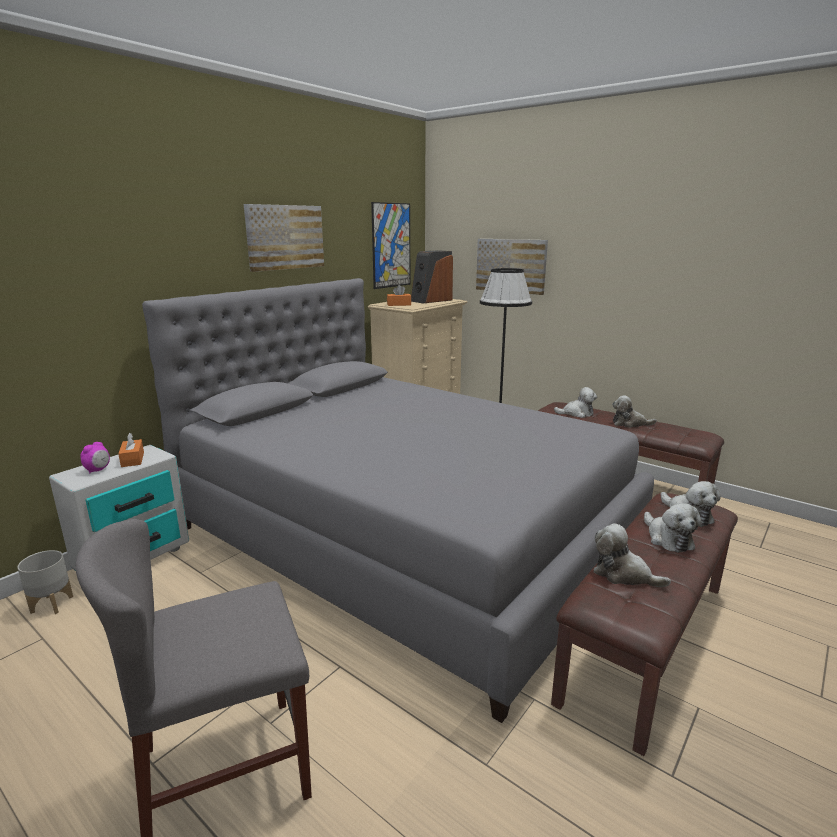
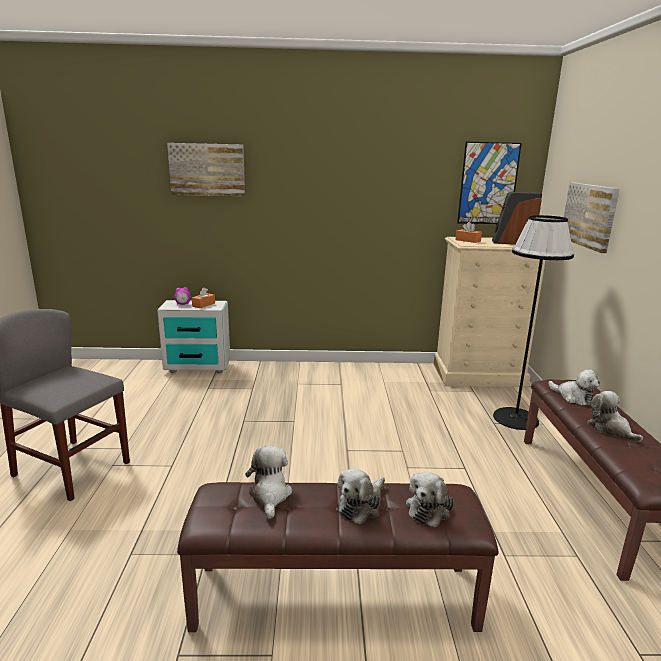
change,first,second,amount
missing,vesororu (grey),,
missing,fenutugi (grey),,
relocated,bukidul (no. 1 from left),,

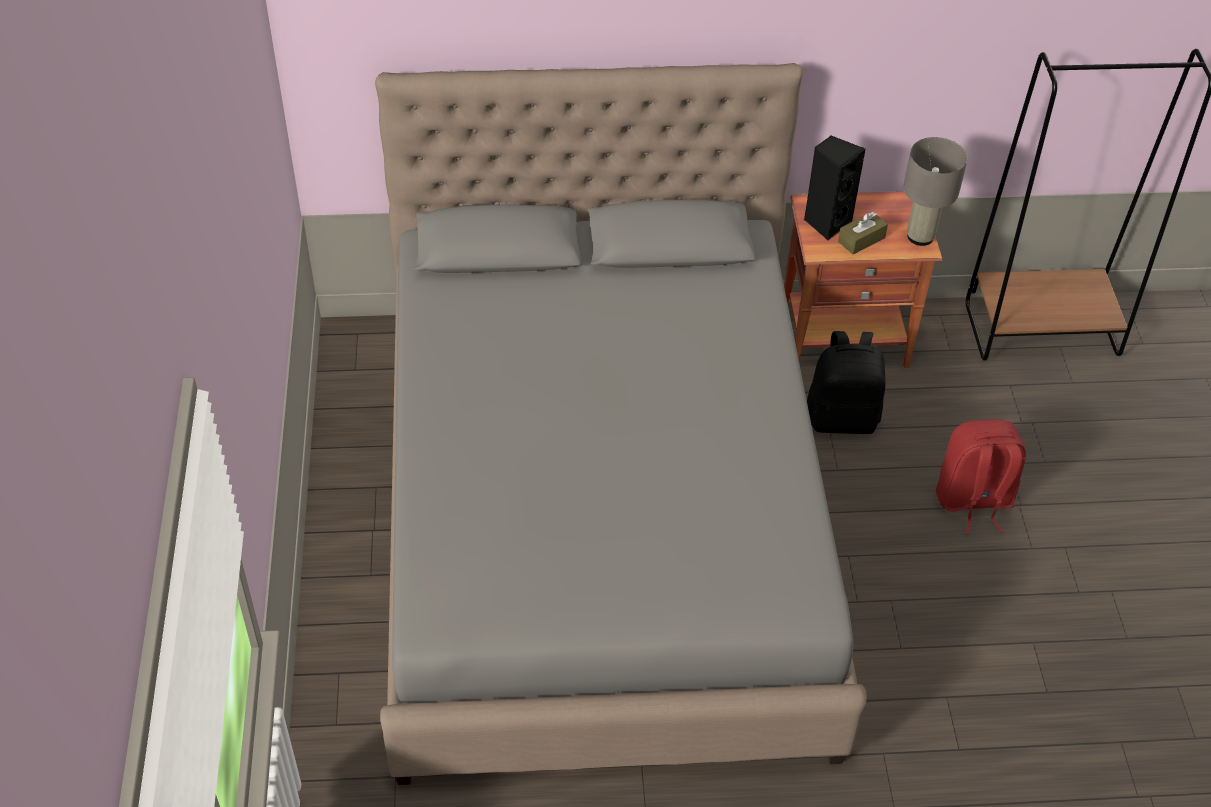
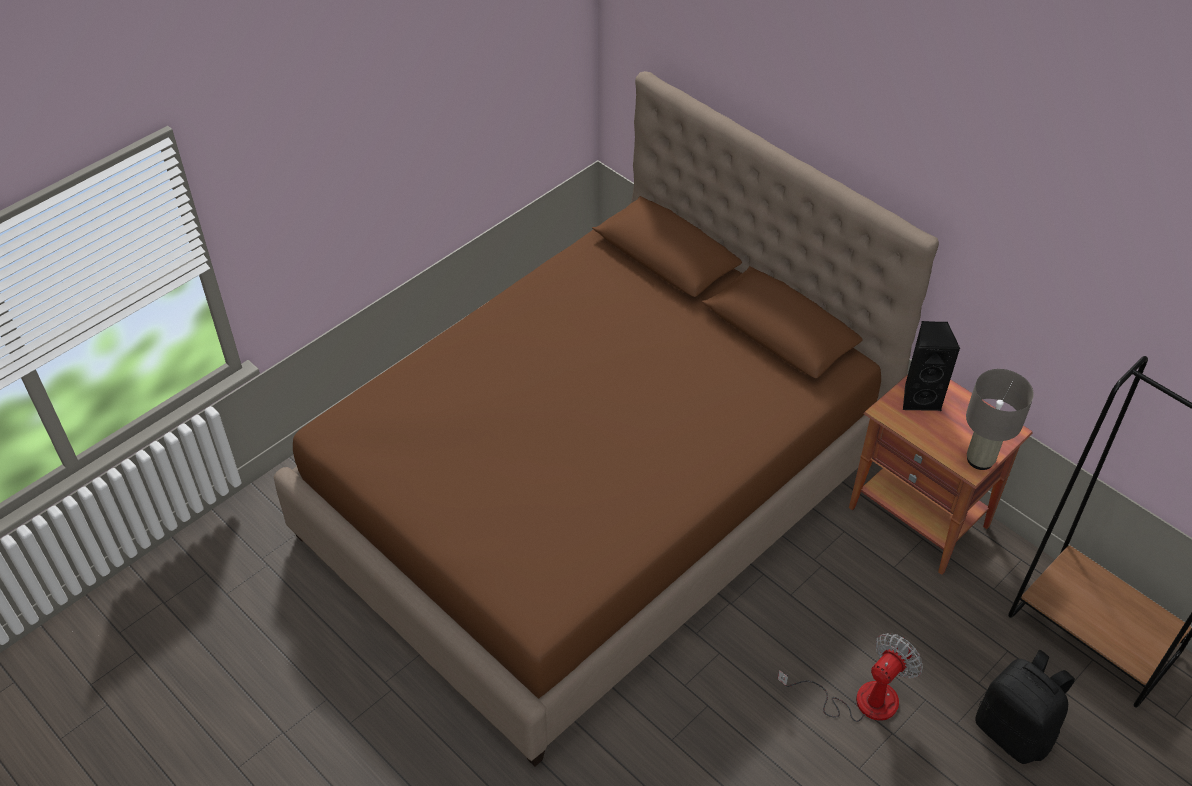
change,first,second,amount
colour,fenutugi (grey),fenutugi (brown),
relocated,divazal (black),,
missing,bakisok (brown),,
exchanged,divazal (red),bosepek,

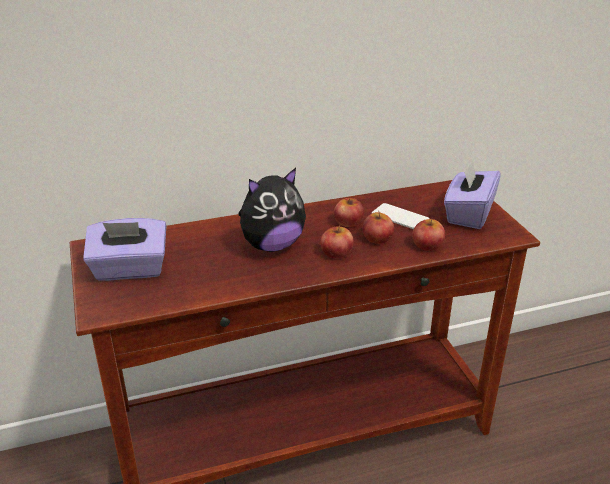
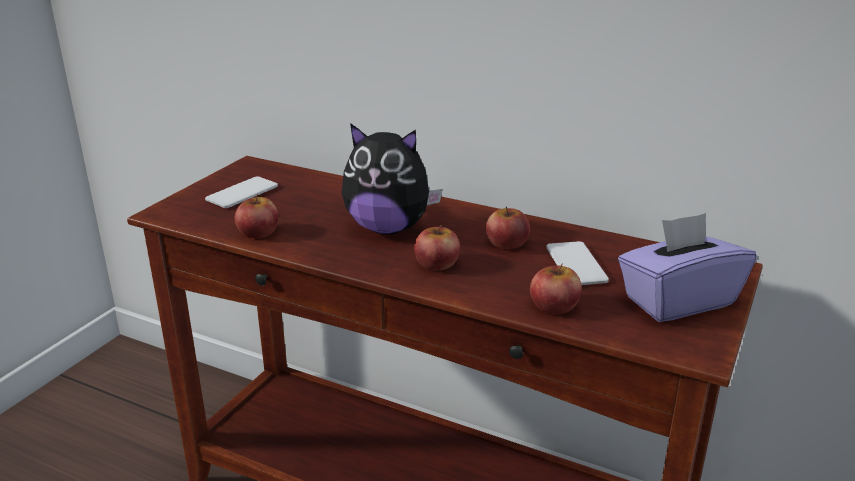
change,first,second,amount
exchanged,bakisok (purple) (no. 1 from left),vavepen (no. 1 from left),
relocated,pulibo (no. 3 from left in the first image),pulibo (no. 1 from left),

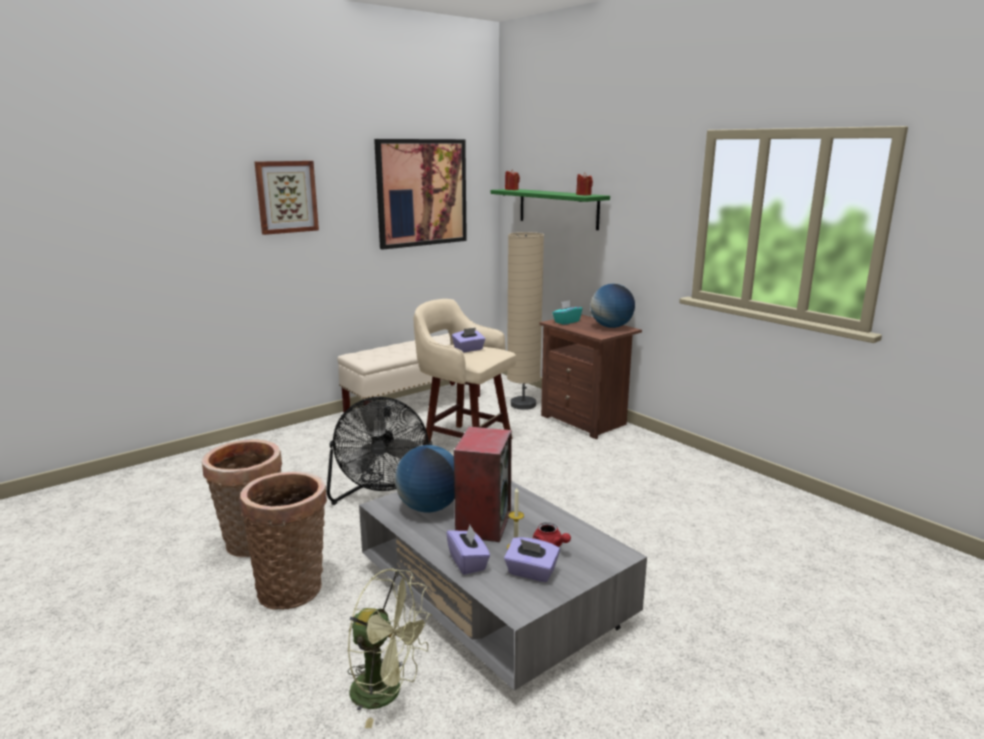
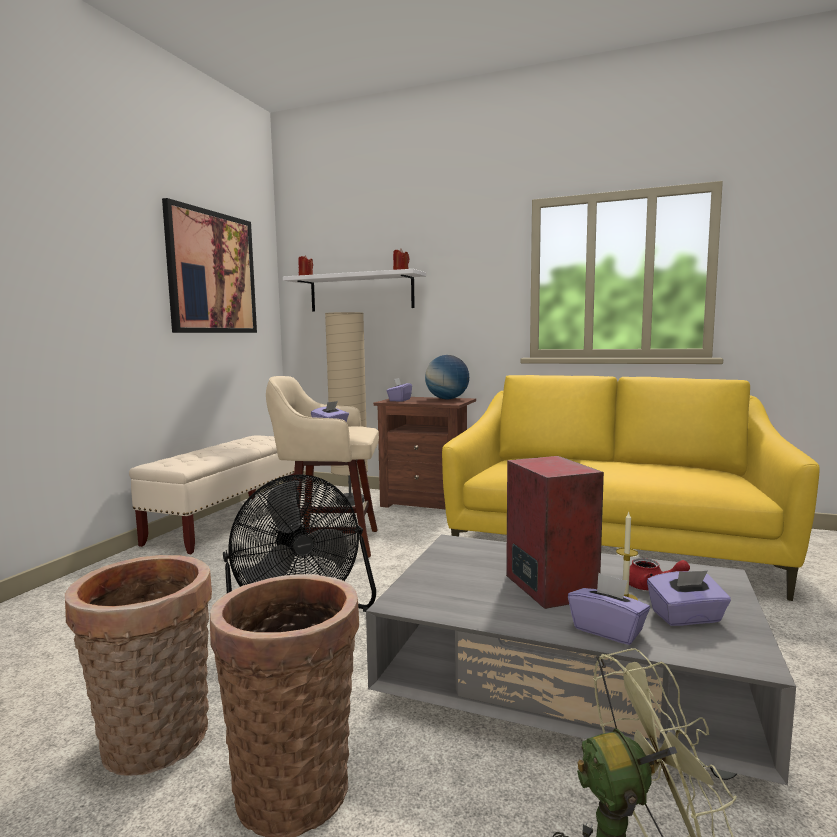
change,first,second,amount
missing,bukidul (no. 1 from left),,
missing,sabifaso (no. 1 from left),,
colour,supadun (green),supadun (white),
colour,bakisok (turquoise),bakisok (purple) (no. 2 from left),
appeared,,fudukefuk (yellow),

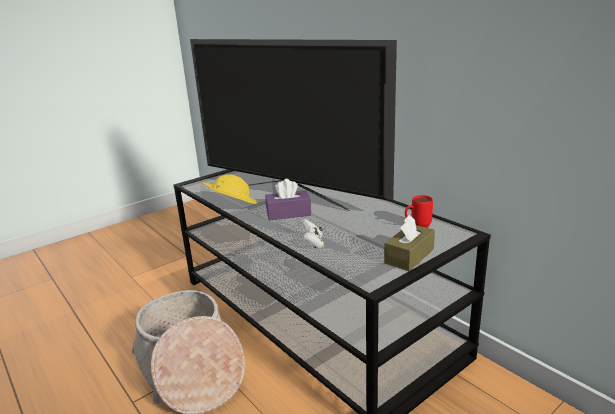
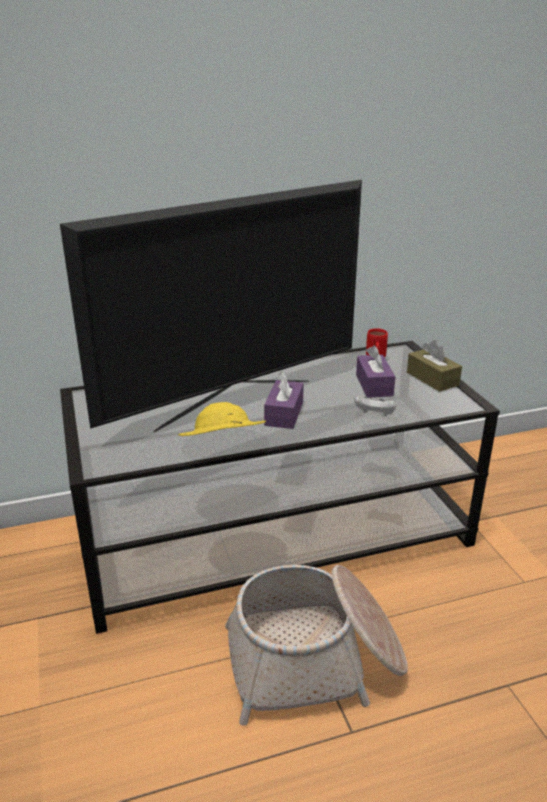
change,first,second,amount
appeared,,bakisok (purple) (no. 2 from left),

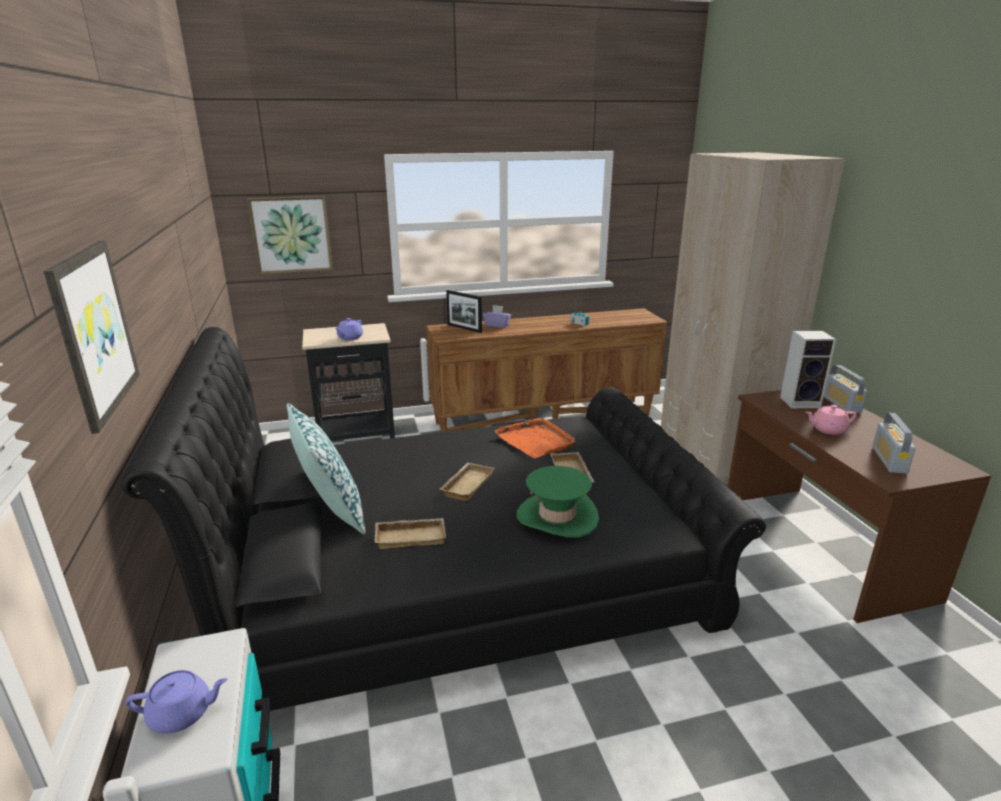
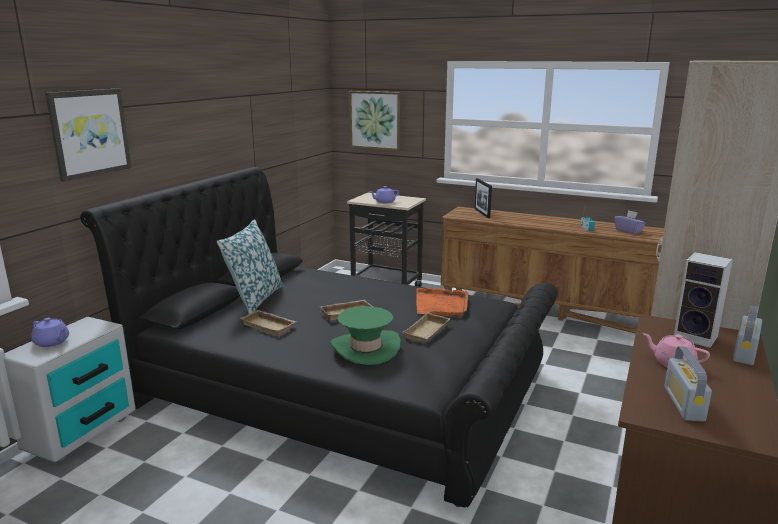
change,first,second,amount
relocated,bakisok (purple),,
spun,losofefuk (no. 3 from left in the first image),losofefuk (no. 2 from left),45 degrees counterclockwise

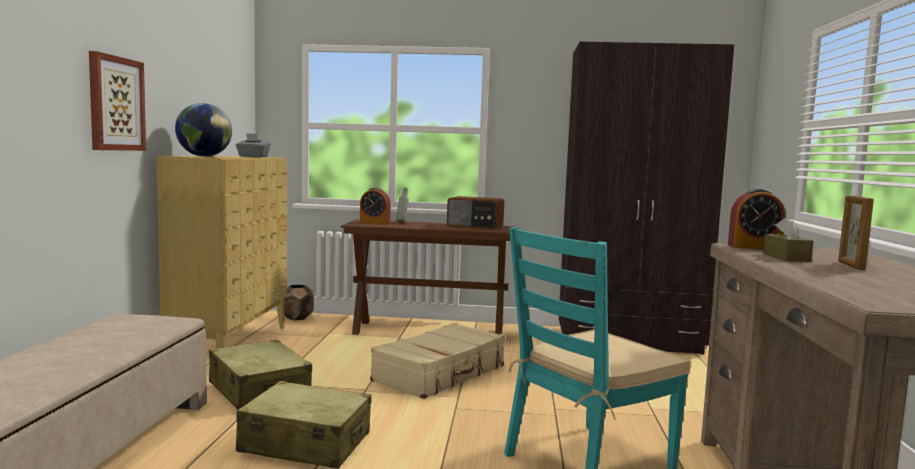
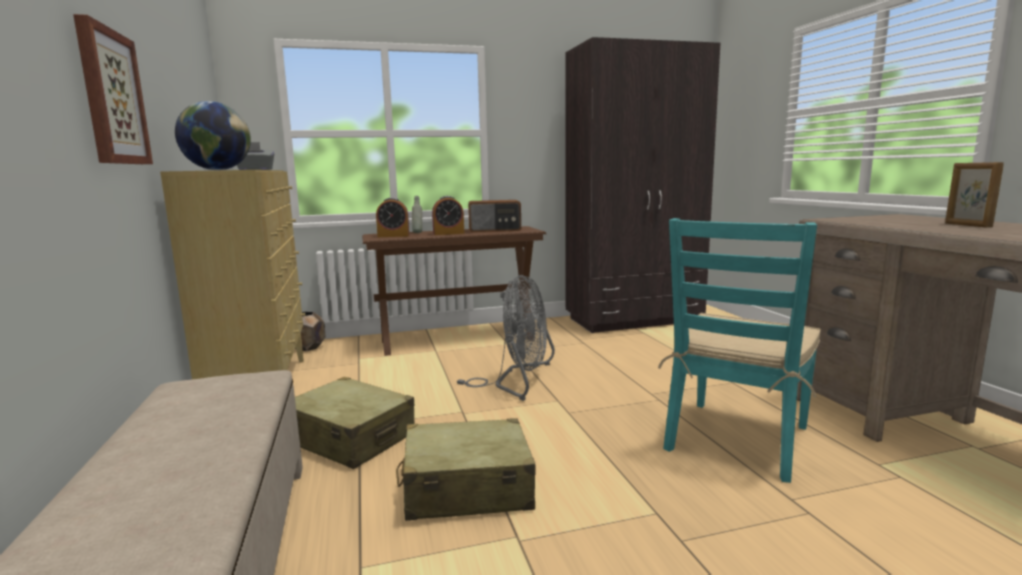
change,first,second,amount
exchanged,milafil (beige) (no. 3 from left),bosepek (grey),
relocated,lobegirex (no. 2 from left),,
missing,bakisok (brown),,

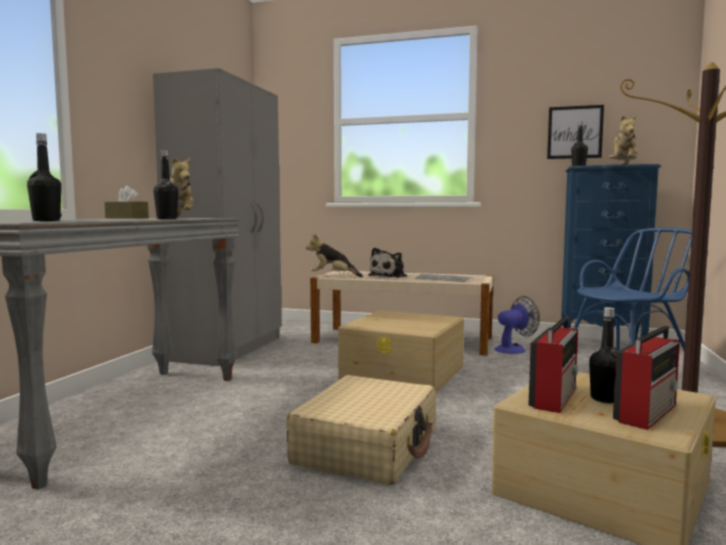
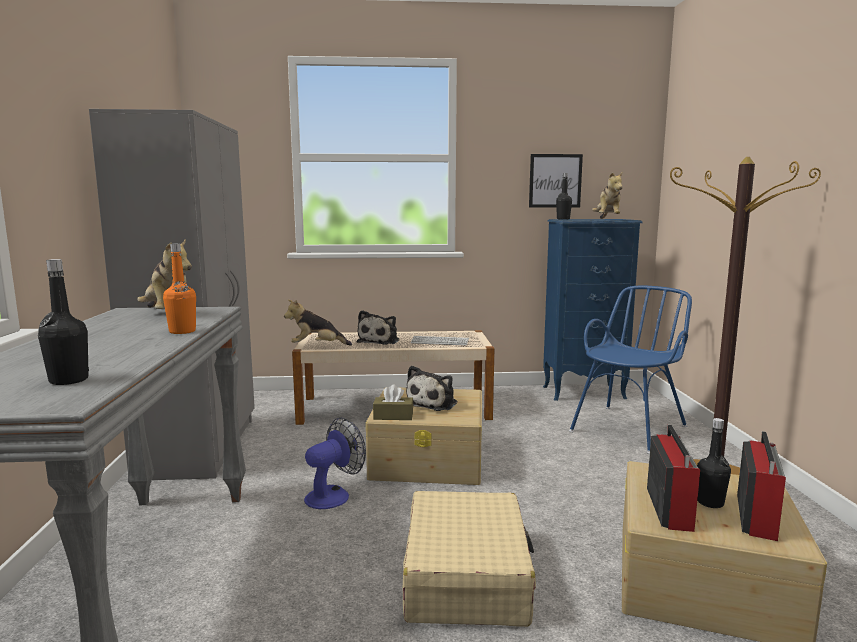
change,first,second,amount
relocated,bakisok (brown),,
colour,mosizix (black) (no. 2 from left),mosizix (orange),
relocated,bosepek,,
appeared,,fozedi (no. 4 from left),

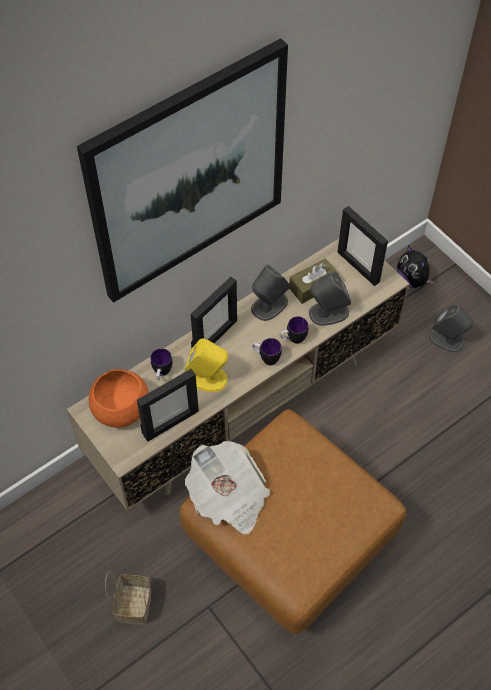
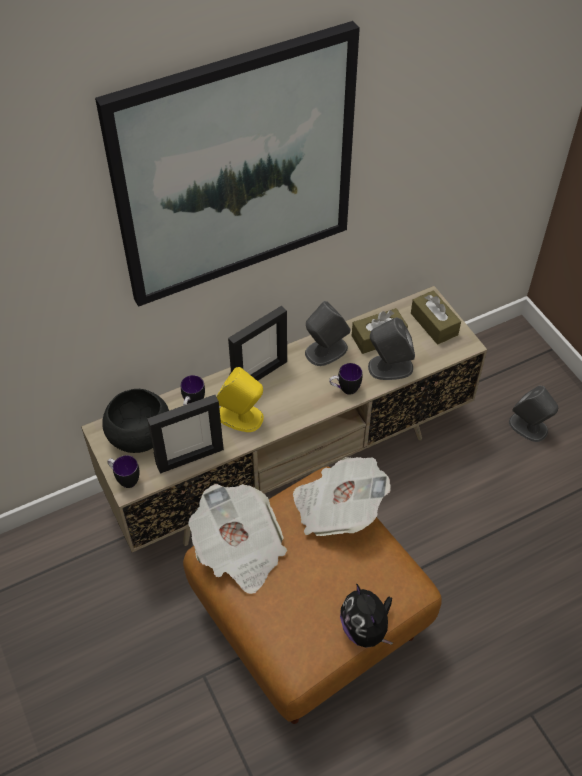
change,first,second,amount
colour,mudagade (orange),mudagade (black),
missing,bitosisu,,
relocated,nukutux (no. 2 from left in the first image),nukutux (no. 1 from left),
exchanged,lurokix (no. 3 from left),bakisok (brown) (no. 2 from left),
relocated,fozedi,,
appeared,,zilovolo (no. 2 from left),

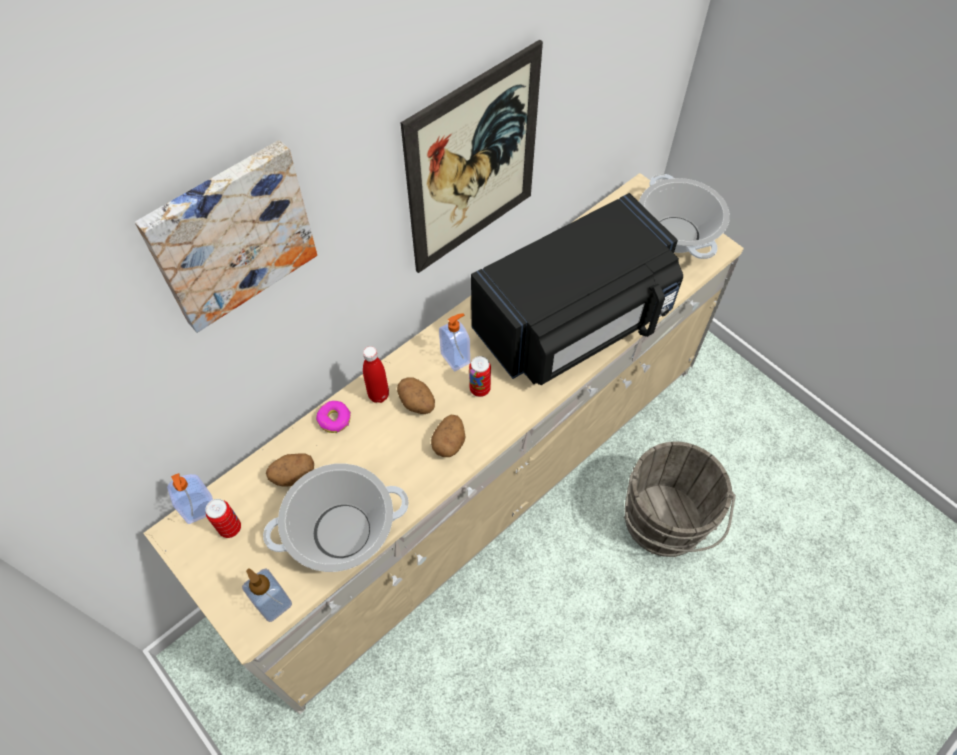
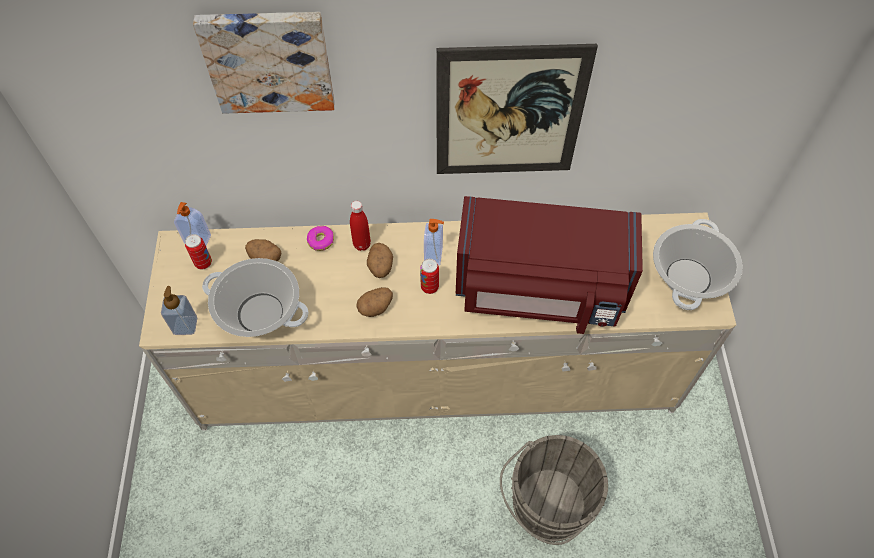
change,first,second,amount
colour,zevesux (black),zevesux (red),

